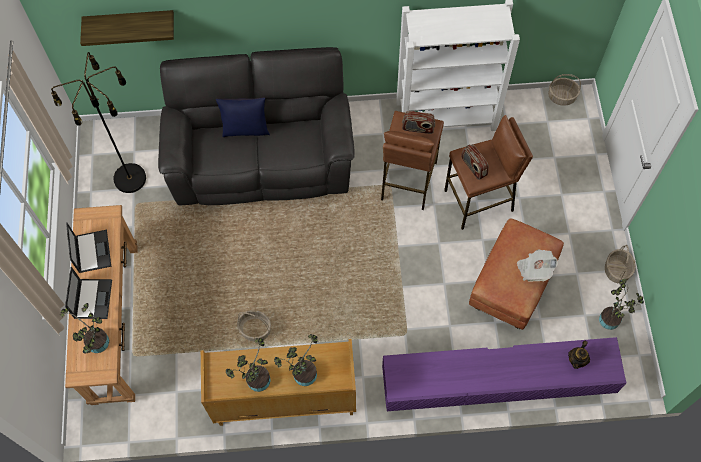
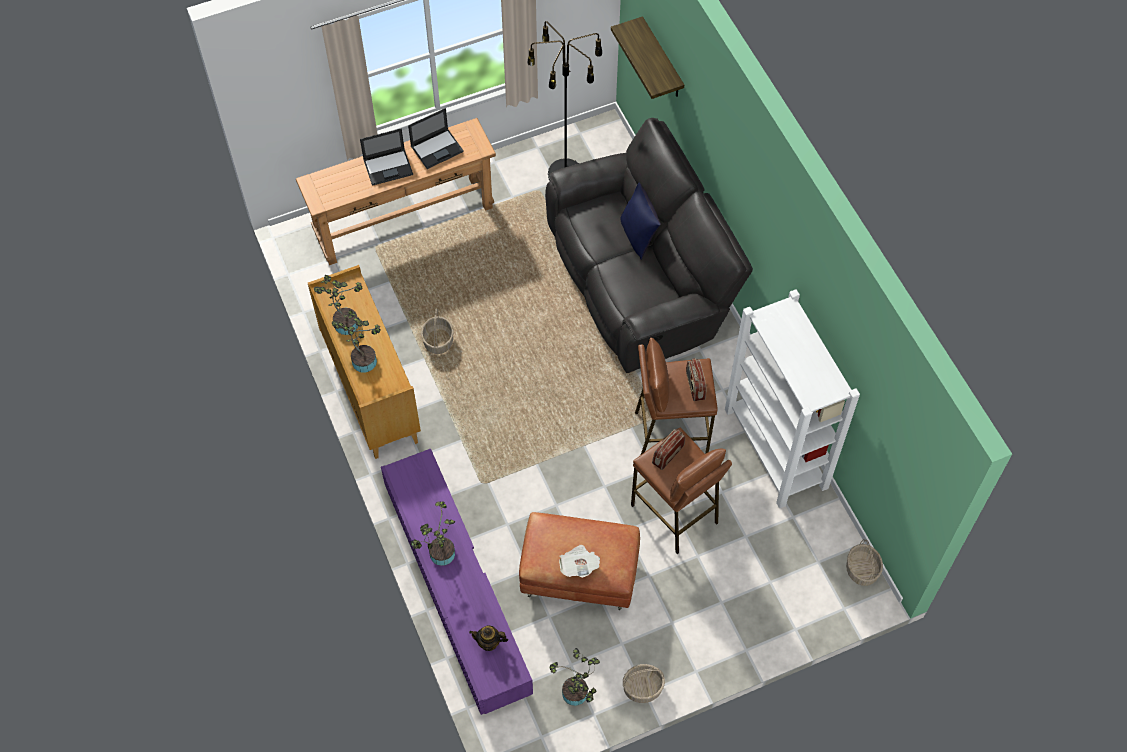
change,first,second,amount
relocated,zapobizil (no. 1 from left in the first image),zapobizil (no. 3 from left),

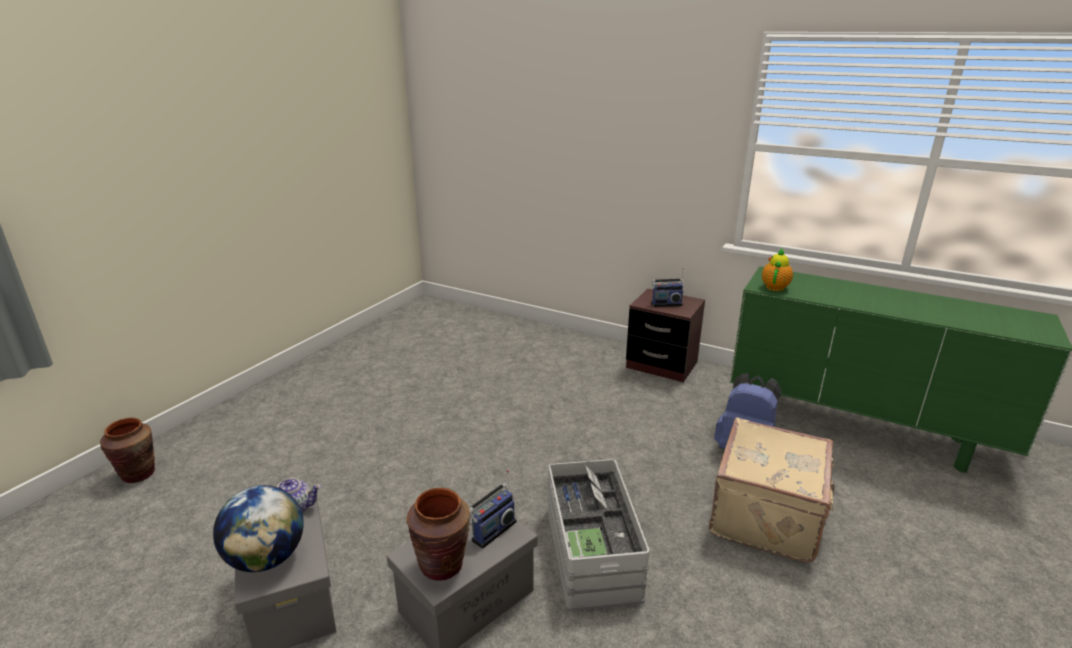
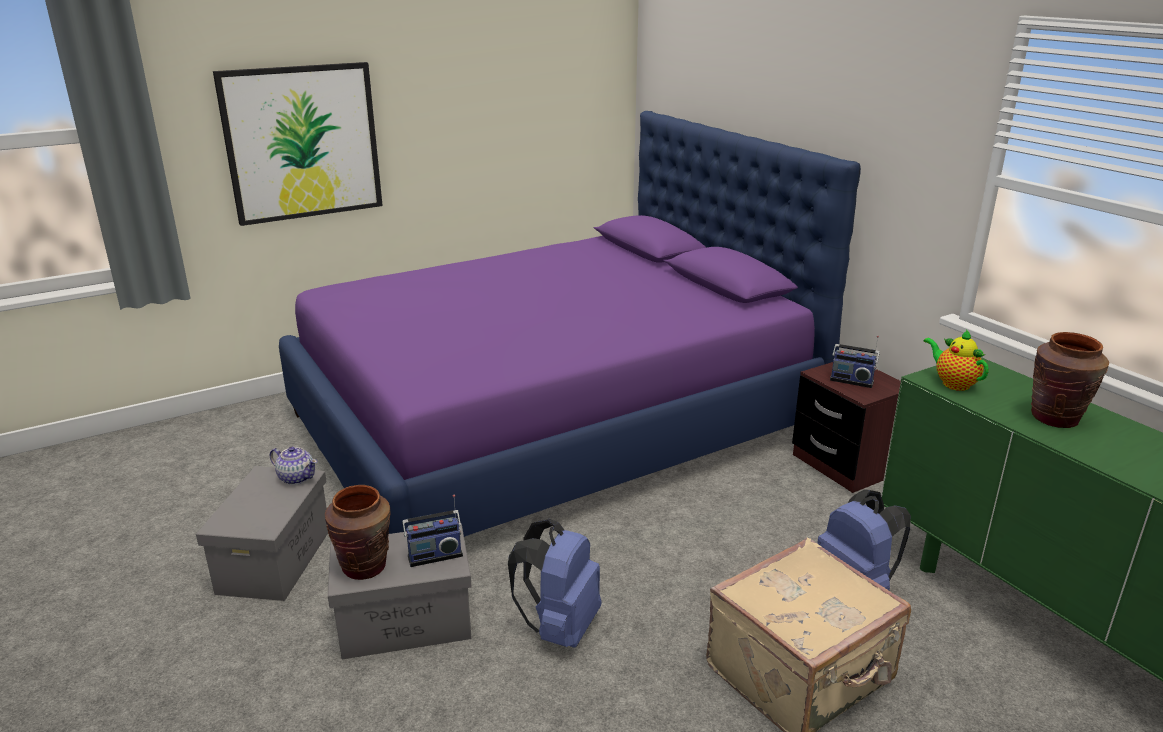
change,first,second,amount
relocated,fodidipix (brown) (no. 1 from left in the first image),fodidipix (brown) (no. 2 from left),
missing,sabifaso,,
exchanged,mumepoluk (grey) (no. 3 from left),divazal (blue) (no. 1 from left),
spun,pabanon (no. 2 from left),,90 degrees counterclockwise
appeared,,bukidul,
appeared,,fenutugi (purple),

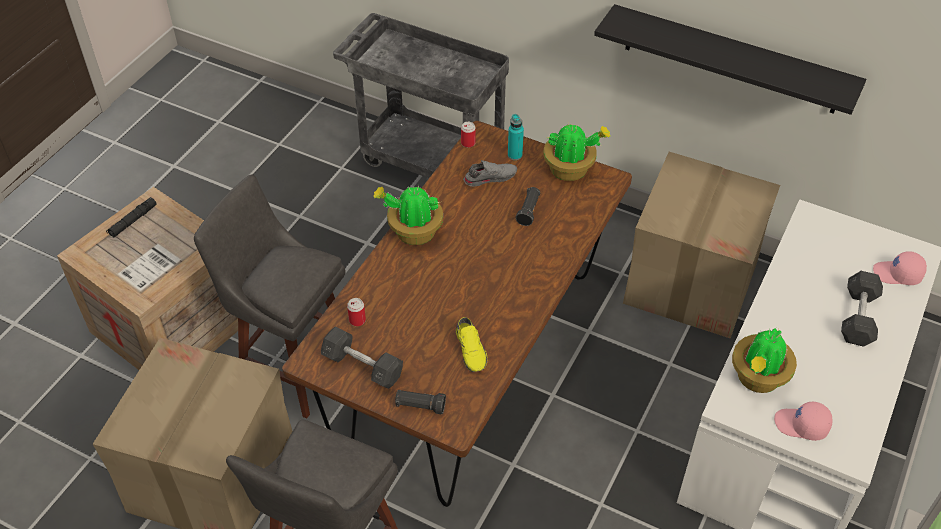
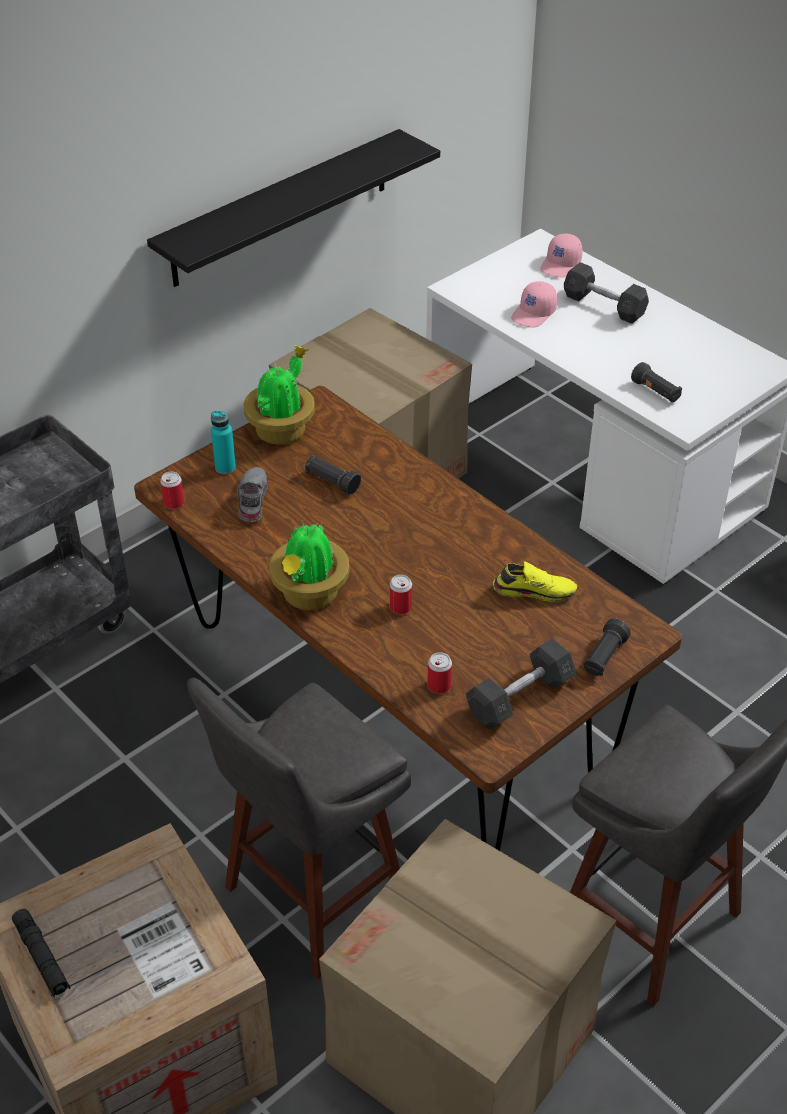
change,first,second,amount
exchanged,zapobizil (no. 3 from left),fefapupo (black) (no. 4 from left),
relocated,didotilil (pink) (no. 1 from left),,
appeared,,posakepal (no. 2 from left),

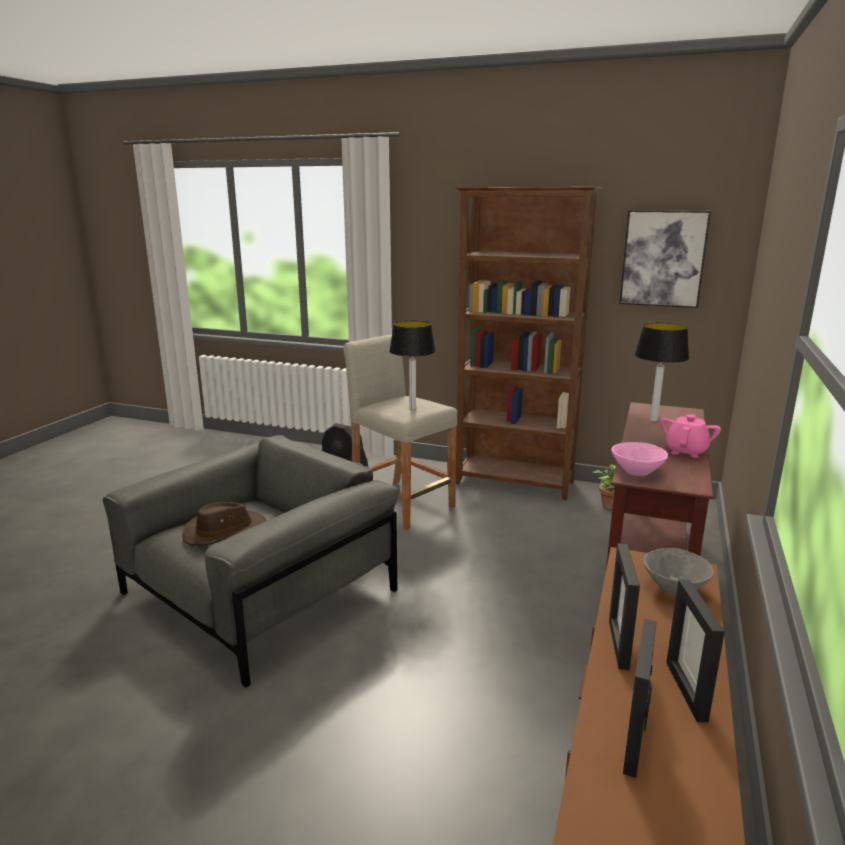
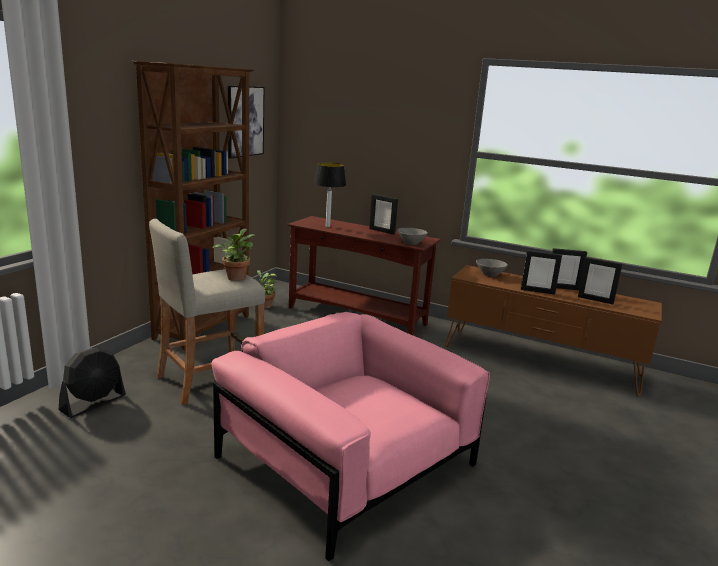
change,first,second,amount
colour,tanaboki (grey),tanaboki (pink),
missing,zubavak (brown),,
exchanged,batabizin (no. 1 from left),zapobizil (no. 1 from left),
colour,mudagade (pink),mudagade (grey) (no. 1 from left),
exchanged,pabanon (pink),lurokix (no. 1 from left),

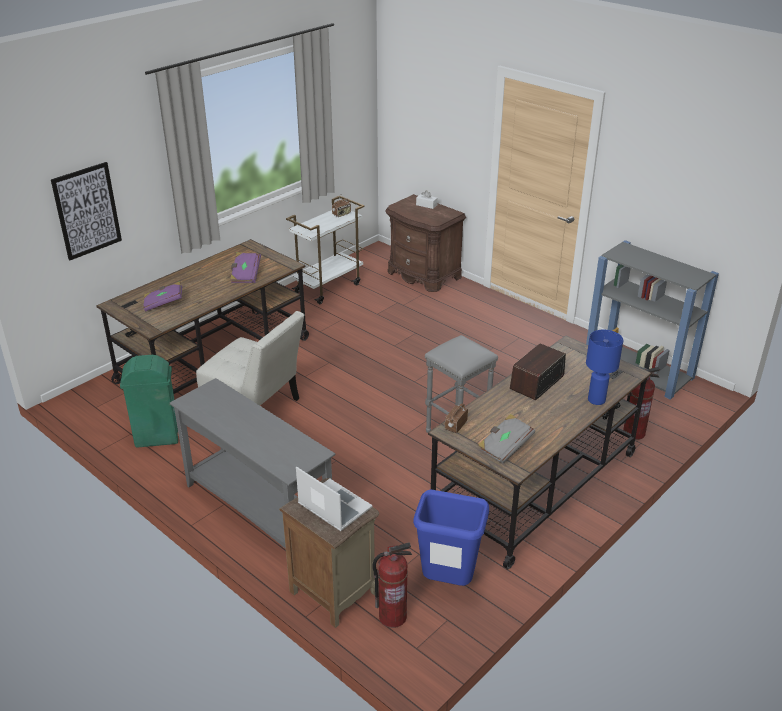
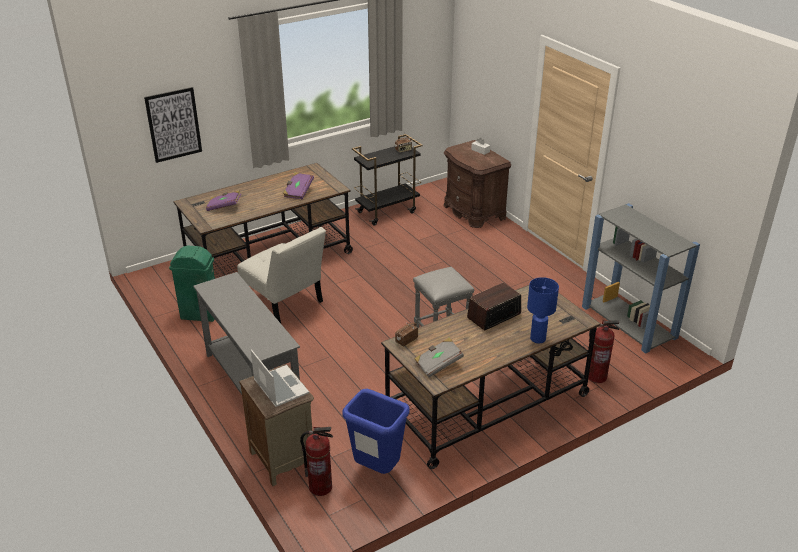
change,first,second,amount
colour,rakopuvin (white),rakopuvin (black),

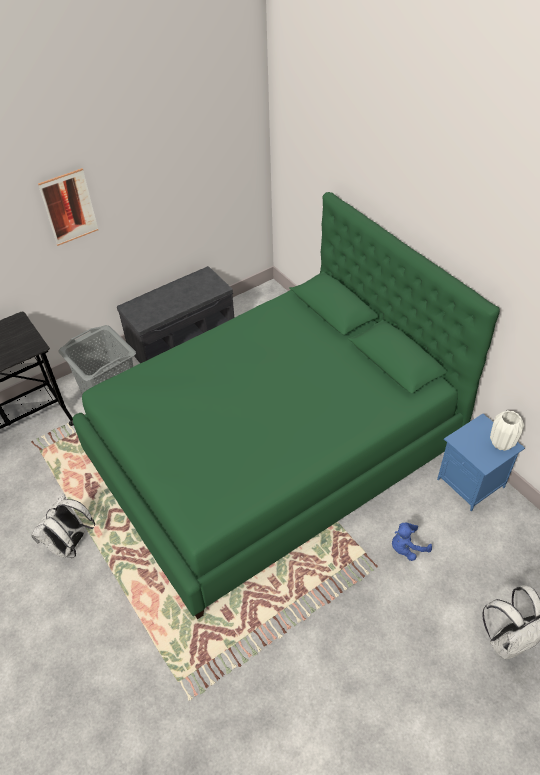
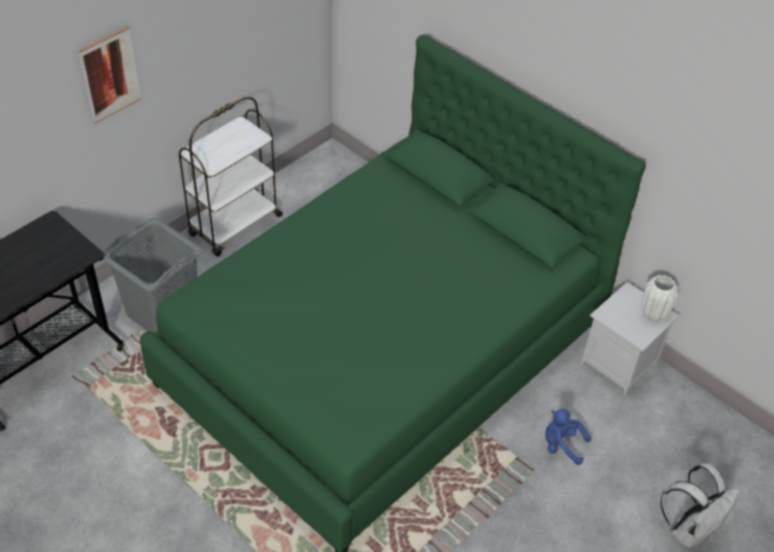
change,first,second,amount
missing,divazal (white) (no. 1 from left),,
exchanged,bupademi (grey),rakopuvin (white),
spun,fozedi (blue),,60 degrees clockwise
colour,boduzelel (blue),boduzelel (grey),

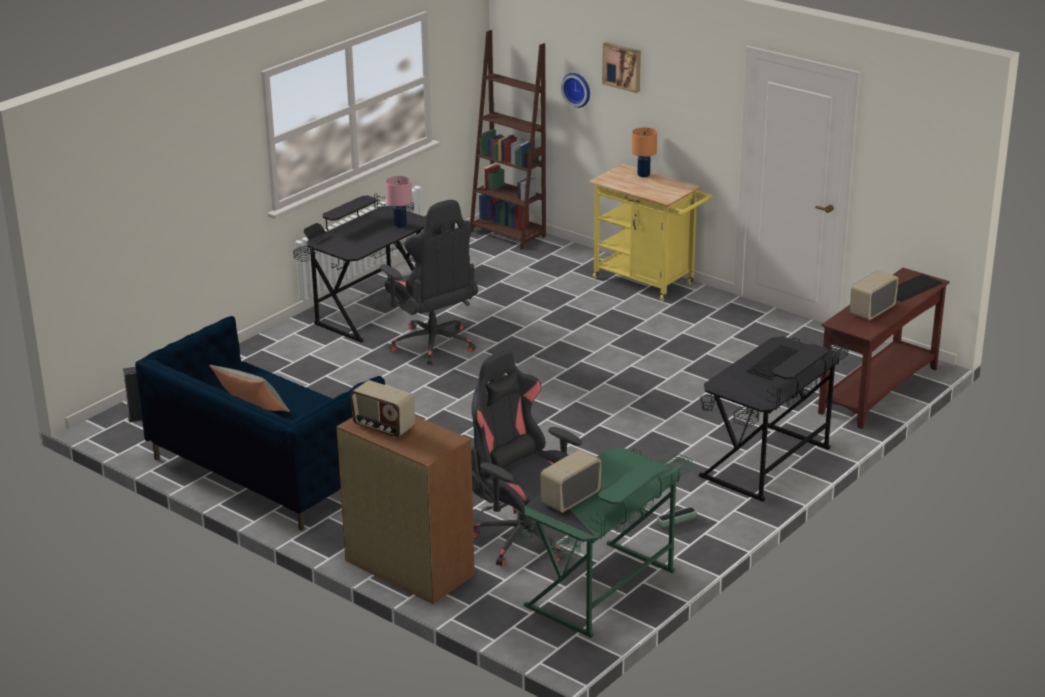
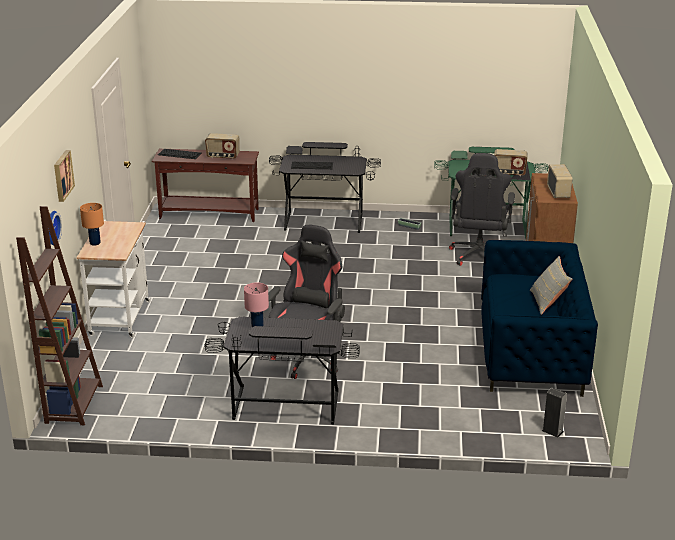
change,first,second,amount
colour,rakopuvin (yellow),rakopuvin (white),

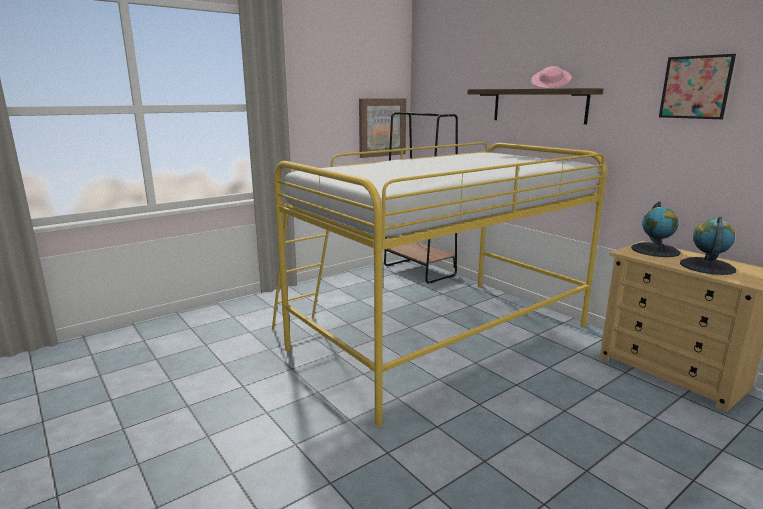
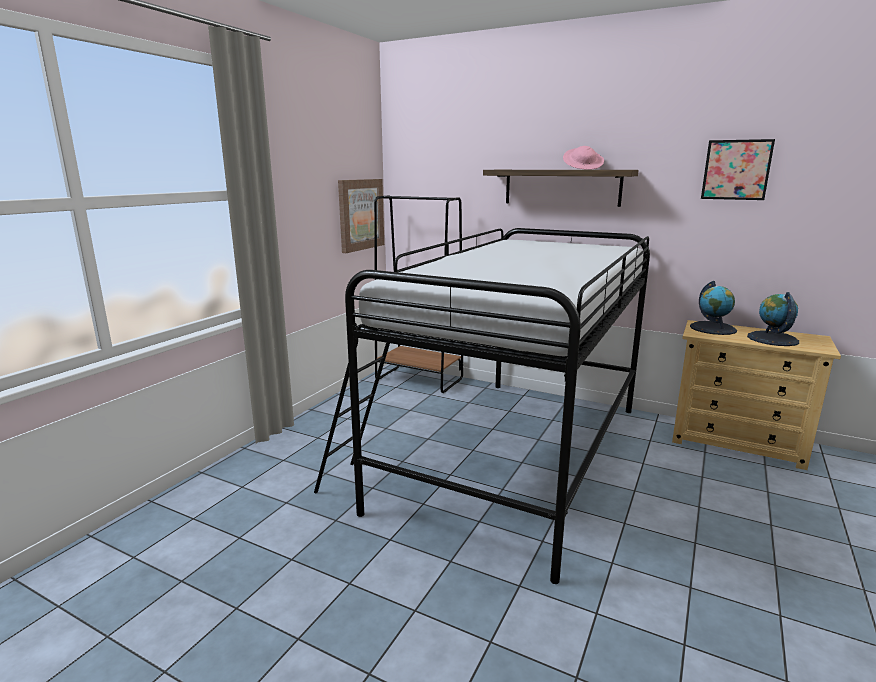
change,first,second,amount
colour,fenutugi (yellow),fenutugi (black),

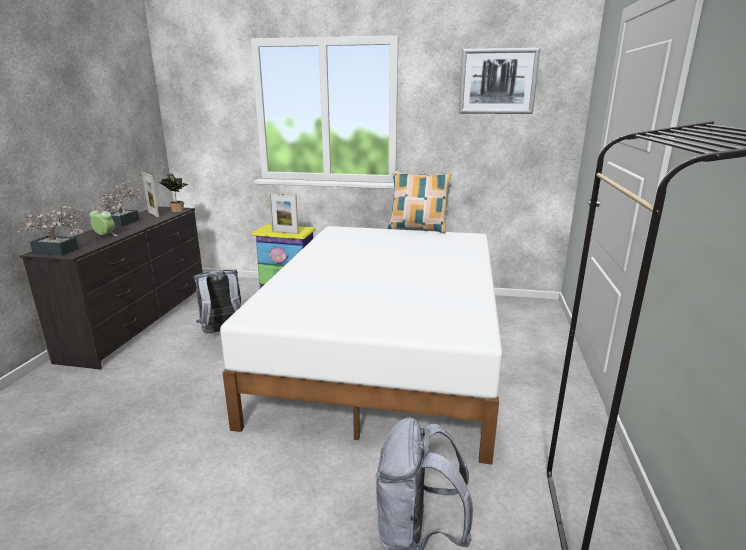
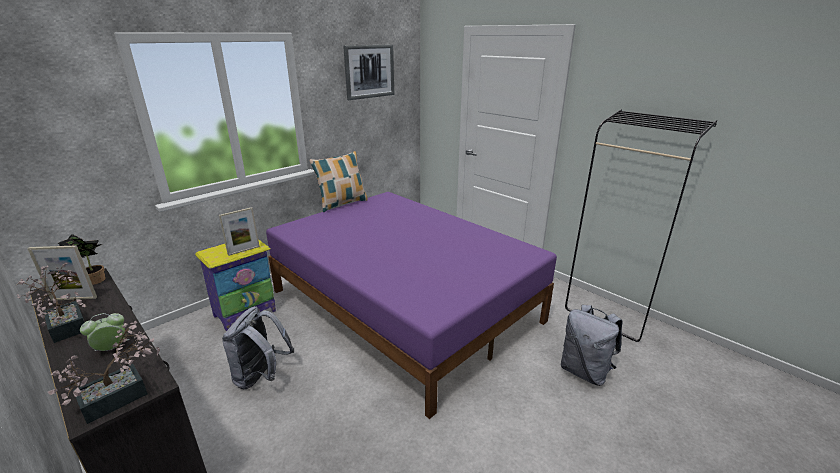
change,first,second,amount
colour,fenutugi (white),fenutugi (purple),

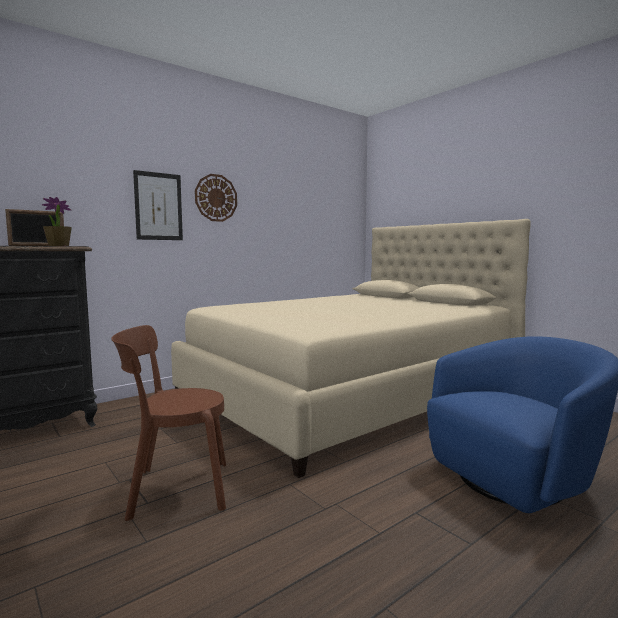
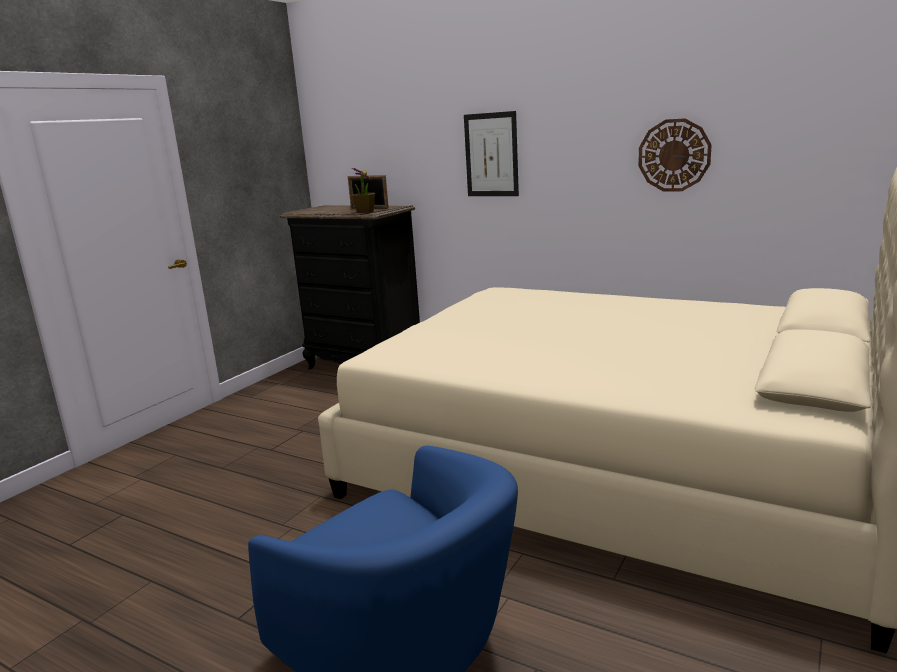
change,first,second,amount
missing,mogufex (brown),,
relocated,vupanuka,,

